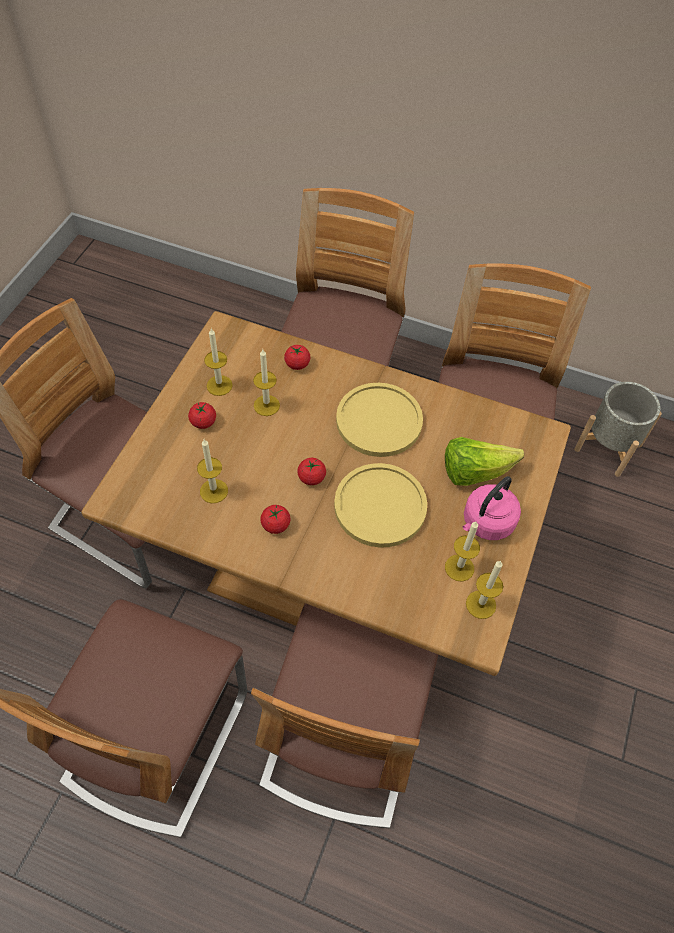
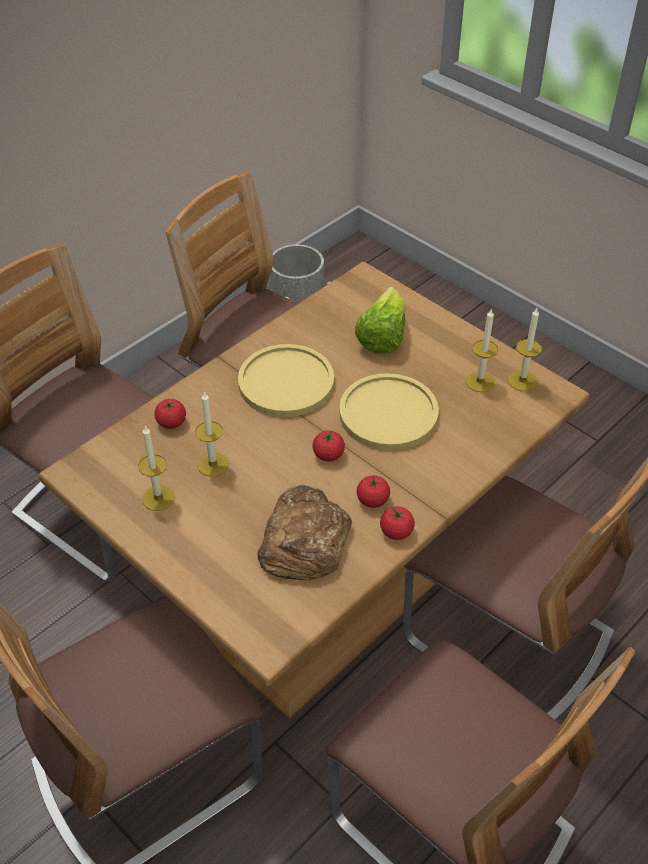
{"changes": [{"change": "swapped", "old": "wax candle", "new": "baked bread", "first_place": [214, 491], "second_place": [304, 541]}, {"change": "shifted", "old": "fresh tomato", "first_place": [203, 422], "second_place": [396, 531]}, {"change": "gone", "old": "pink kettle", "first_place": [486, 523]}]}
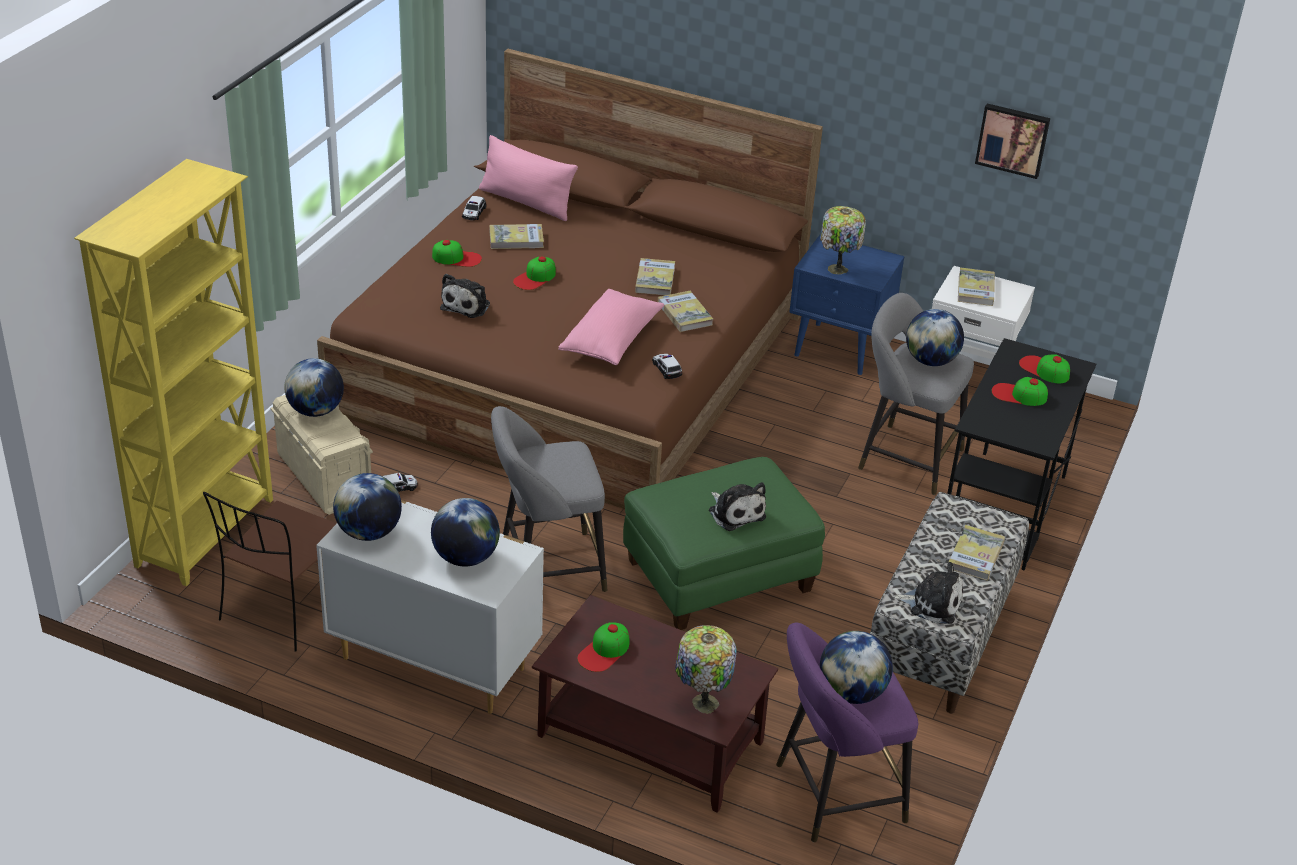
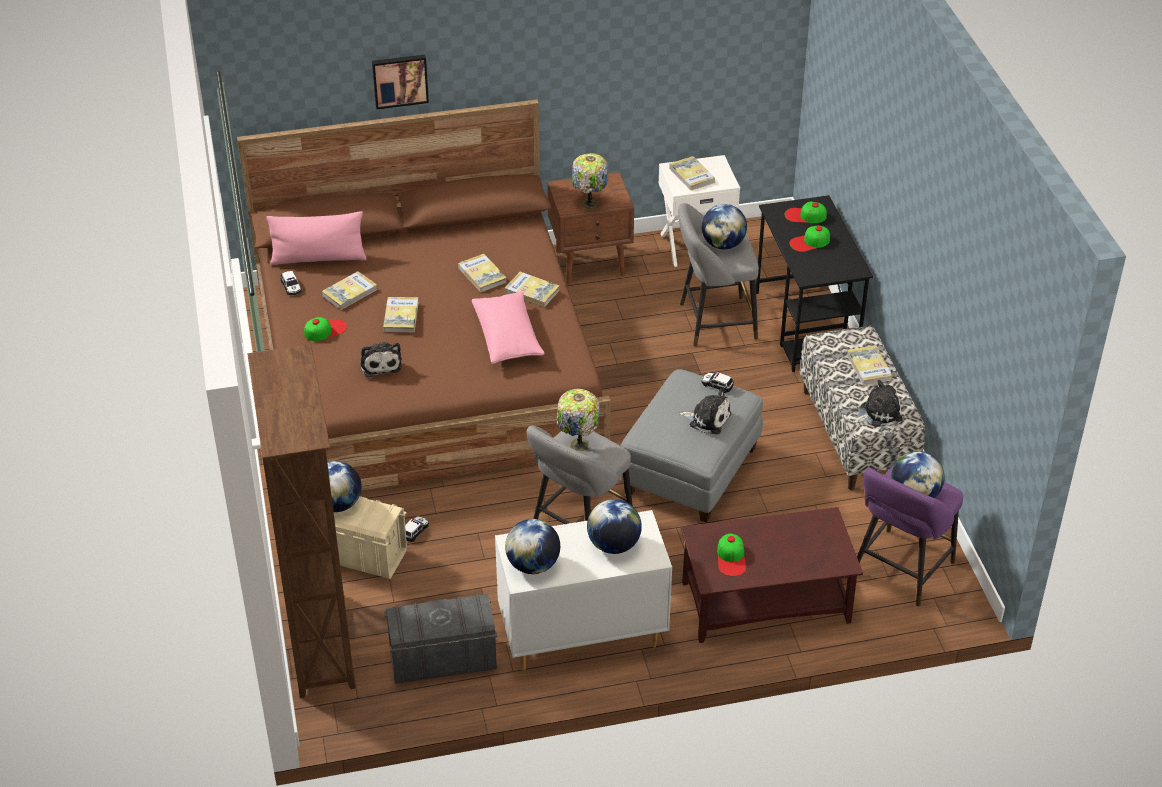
{"changes": [{"change": "repainted", "old": "yellow-coloured bookcase", "new": "brownish bookcase", "first_place": [207, 532], "second_place": [321, 642]}, {"change": "shifted", "old": "picture", "first_place": [1013, 139], "second_place": [400, 80]}, {"change": "swapped", "old": "peaked cap", "new": "volume", "first_place": [535, 278], "second_place": [401, 317]}, {"change": "swapped", "old": "brownish plain chair", "new": "greyish storage box", "first_place": [286, 607], "second_place": [442, 660]}, {"change": "repainted", "old": "blue-coloured night table", "new": "brownish night table", "first_place": [839, 349], "second_place": [591, 263]}, {"change": "shifted", "old": "table lamp", "first_place": [702, 703], "second_place": [578, 445]}, {"change": "repainted", "old": "green-coloured pouffe", "new": "greyish pouffe", "first_place": [717, 577], "second_place": [690, 472]}, {"change": "shifted", "old": "toy car", "first_place": [666, 369], "second_place": [717, 384]}]}
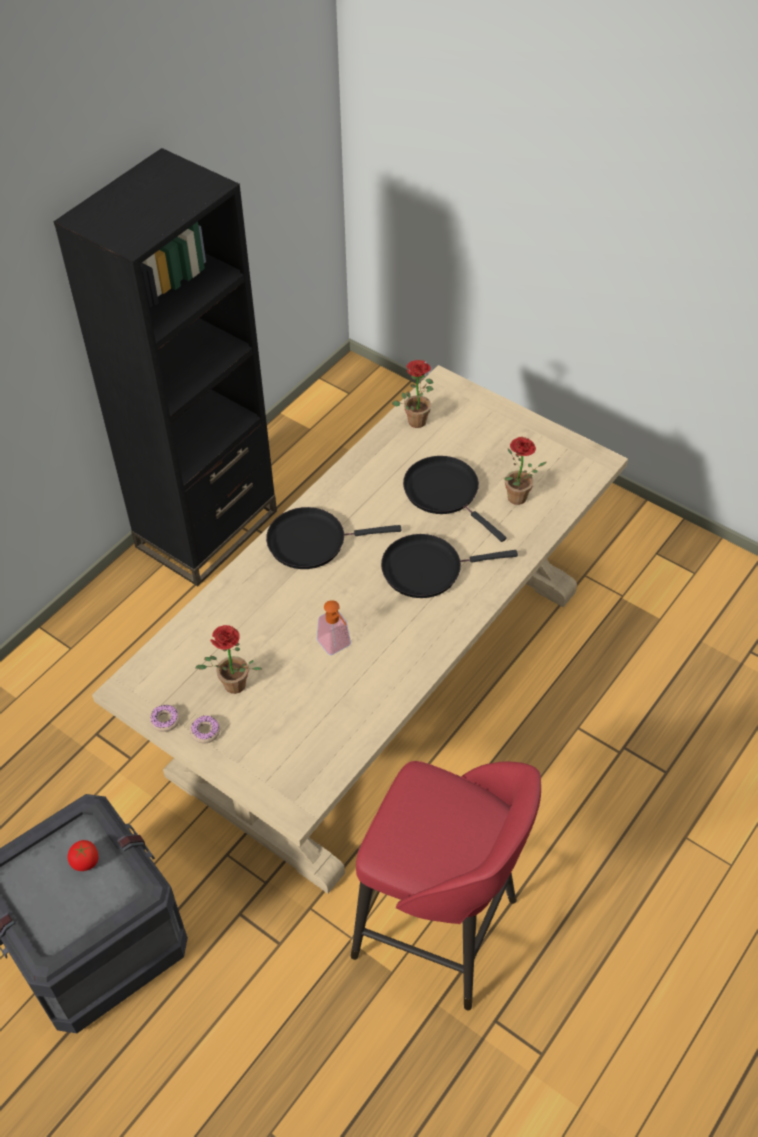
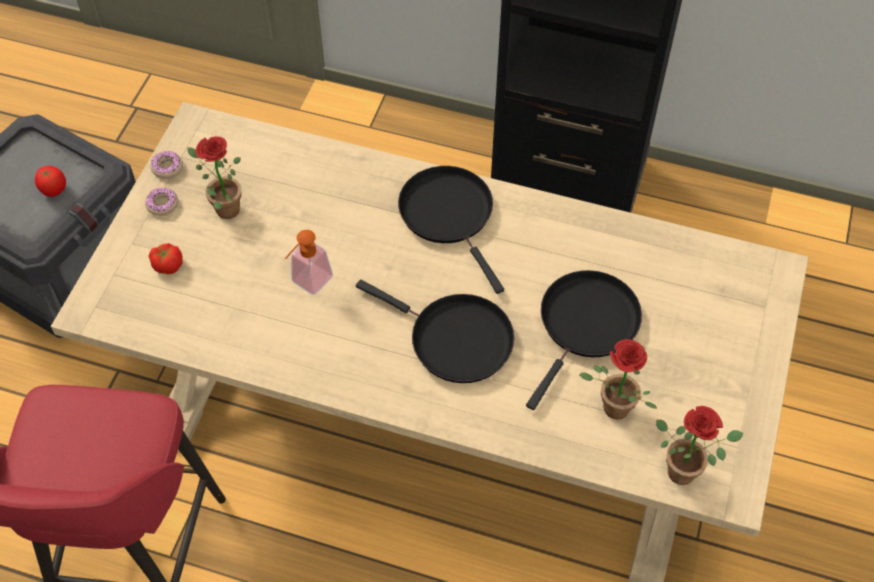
{"changes": [{"change": "new", "new": "fresh tomato", "second_place": [168, 264]}, {"change": "rotated", "old": "blackish pan", "first_place": [427, 569], "second_place": [455, 339], "degrees": 150}, {"change": "shifted", "old": "potted plant", "first_place": [416, 418], "second_place": [686, 469]}]}
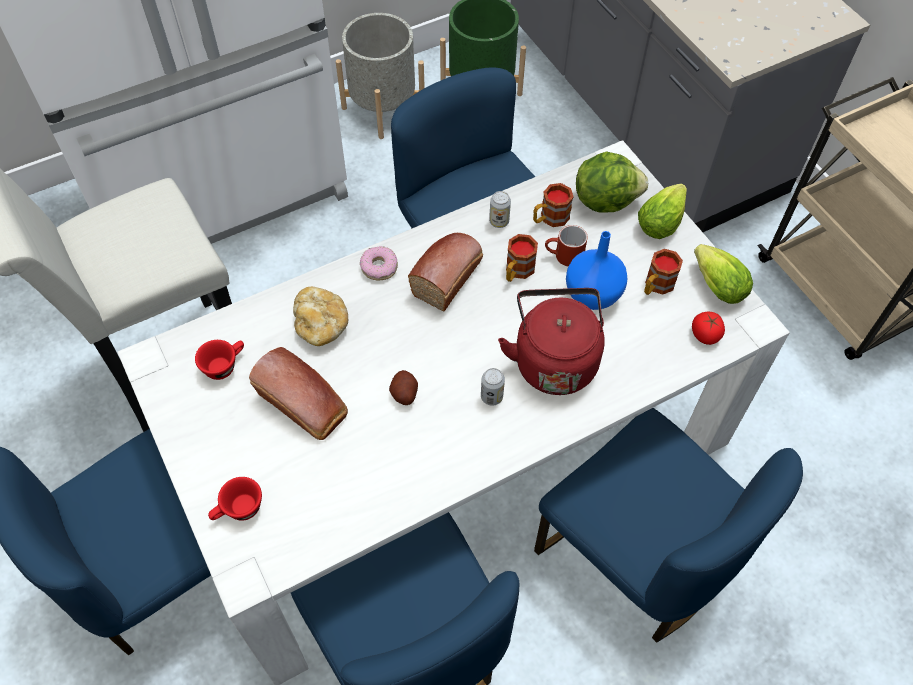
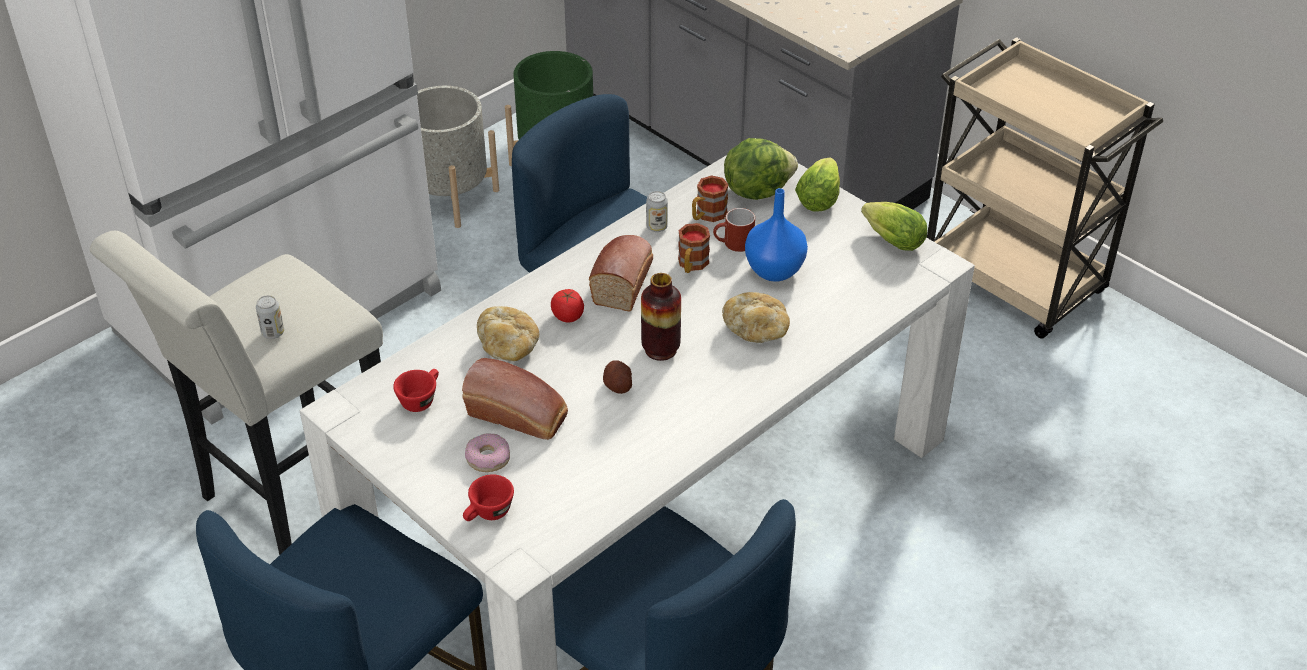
{"changes": [{"change": "shifted", "old": "metal can", "first_place": [491, 397], "second_place": [273, 333]}, {"change": "shifted", "old": "donut", "first_place": [379, 267], "second_place": [488, 458]}, {"change": "shifted", "old": "fresh tomato", "first_place": [705, 335], "second_place": [568, 316]}, {"change": "new", "new": "vase", "second_place": [660, 349]}, {"change": "swapped", "old": "reddish kettle", "new": "baked bread", "first_place": [554, 359], "second_place": [756, 329]}, {"change": "gone", "old": "blue-coloured plain chair", "first_place": [635, 557]}, {"change": "gone", "old": "tea mug", "first_place": [656, 286]}]}
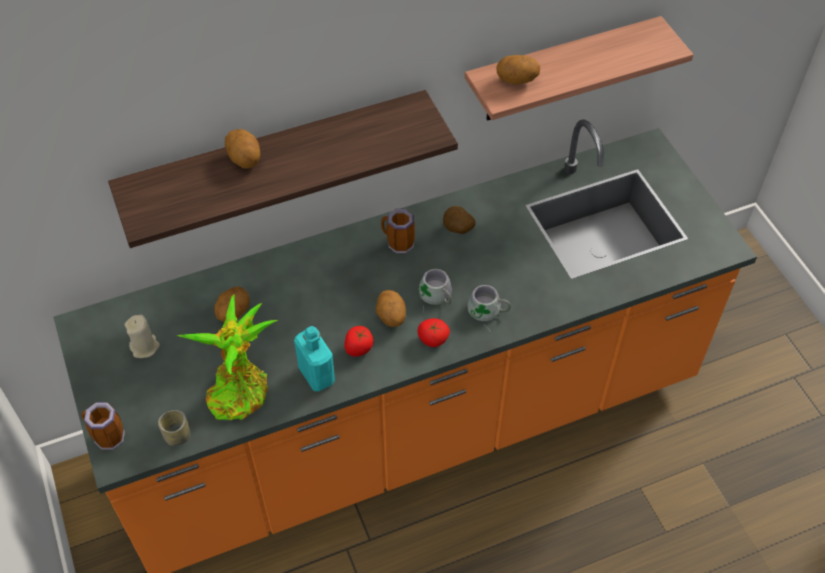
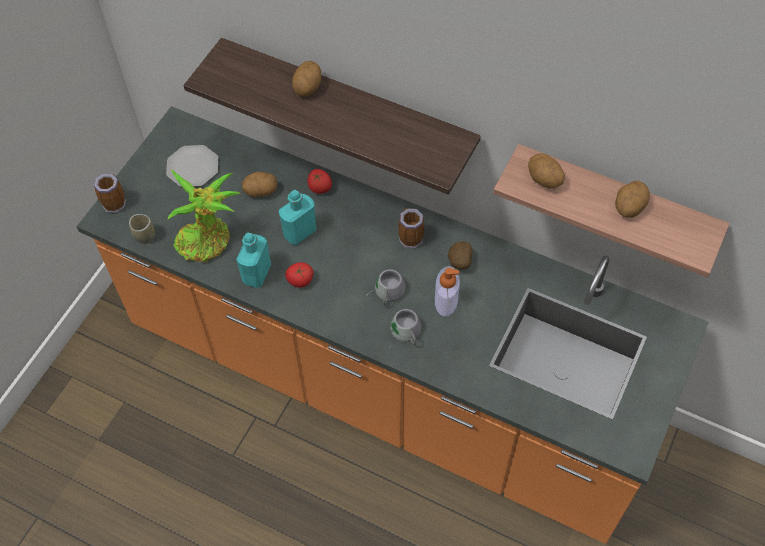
{"changes": [{"change": "swapped", "old": "beige wax candle", "new": "plate", "first_place": [145, 347], "second_place": [192, 168]}, {"change": "new", "new": "turquoise beverage bottle", "second_place": [300, 232]}, {"change": "shifted", "old": "fresh tomato", "first_place": [432, 339], "second_place": [319, 187]}, {"change": "new", "new": "soap bottle", "second_place": [446, 300]}, {"change": "shifted", "old": "whole potato", "first_place": [390, 317], "second_place": [628, 207]}]}
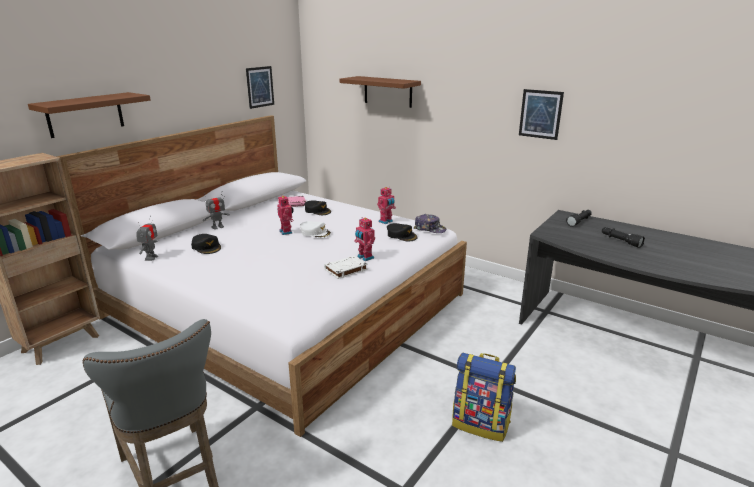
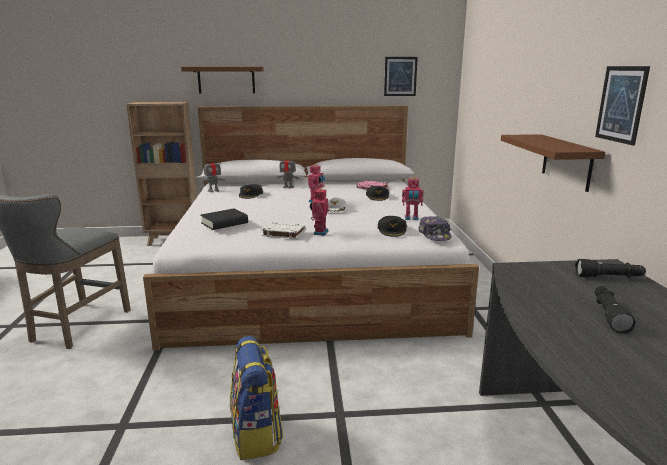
{"changes": [{"change": "new", "new": "blackish volume", "second_place": [224, 223]}, {"change": "shifted", "old": "brownish wall shelf", "first_place": [388, 91], "second_place": [566, 162]}]}
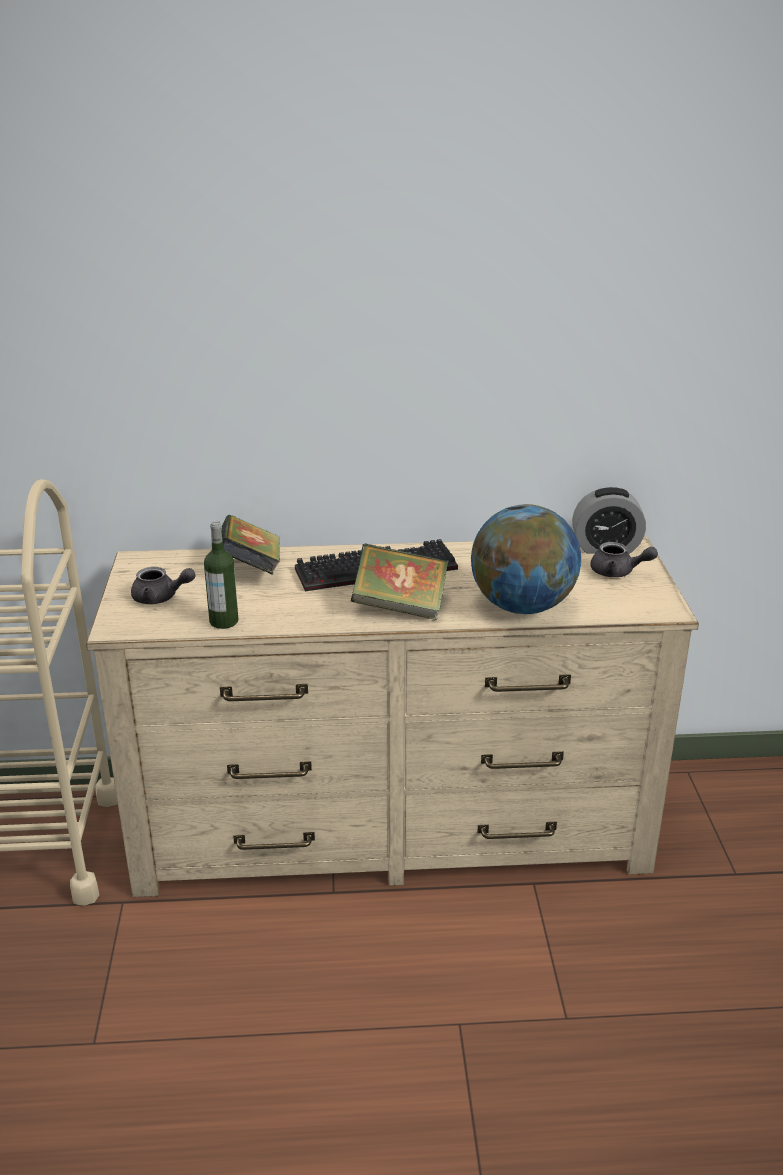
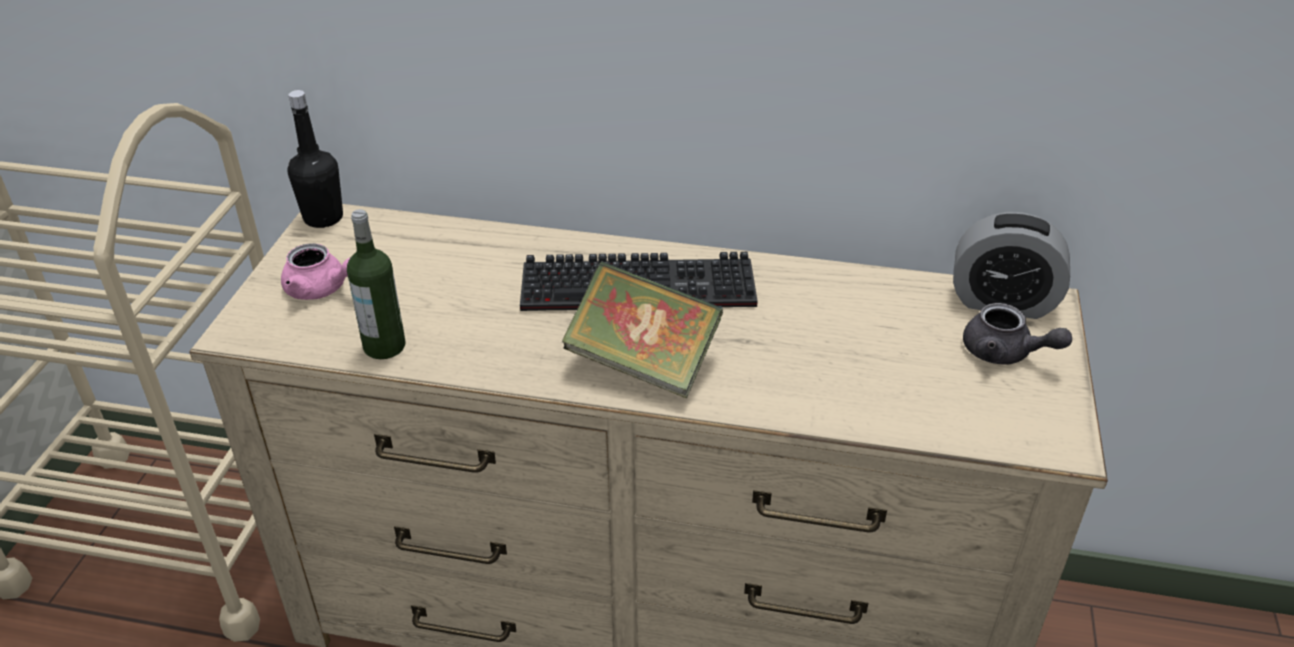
{"changes": [{"change": "repainted", "old": "greyish teapot", "new": "pink teapot", "first_place": [161, 598], "second_place": [322, 289]}, {"change": "new", "new": "blackish beverage bottle", "second_place": [323, 218]}, {"change": "gone", "old": "volume", "first_place": [252, 568]}, {"change": "gone", "old": "desk globe", "first_place": [522, 606]}]}
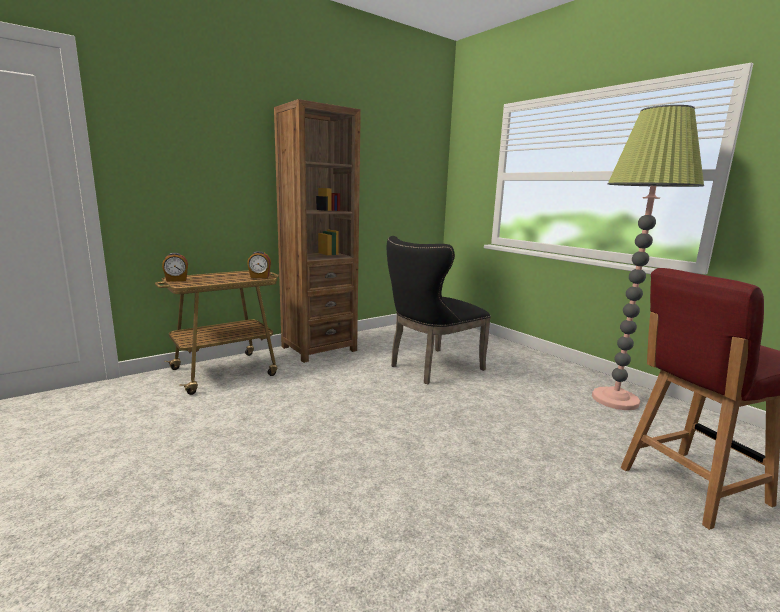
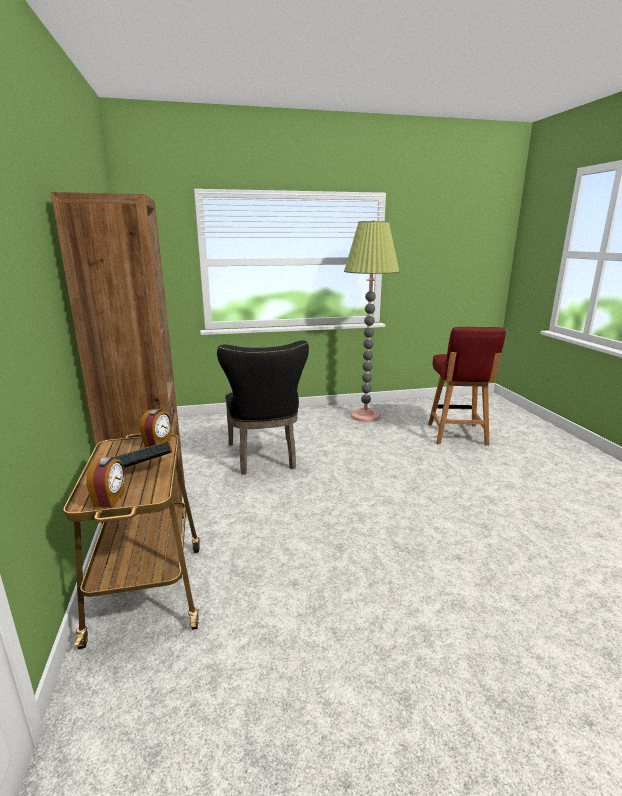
{"changes": [{"change": "new", "new": "volume", "second_place": [145, 471]}]}
